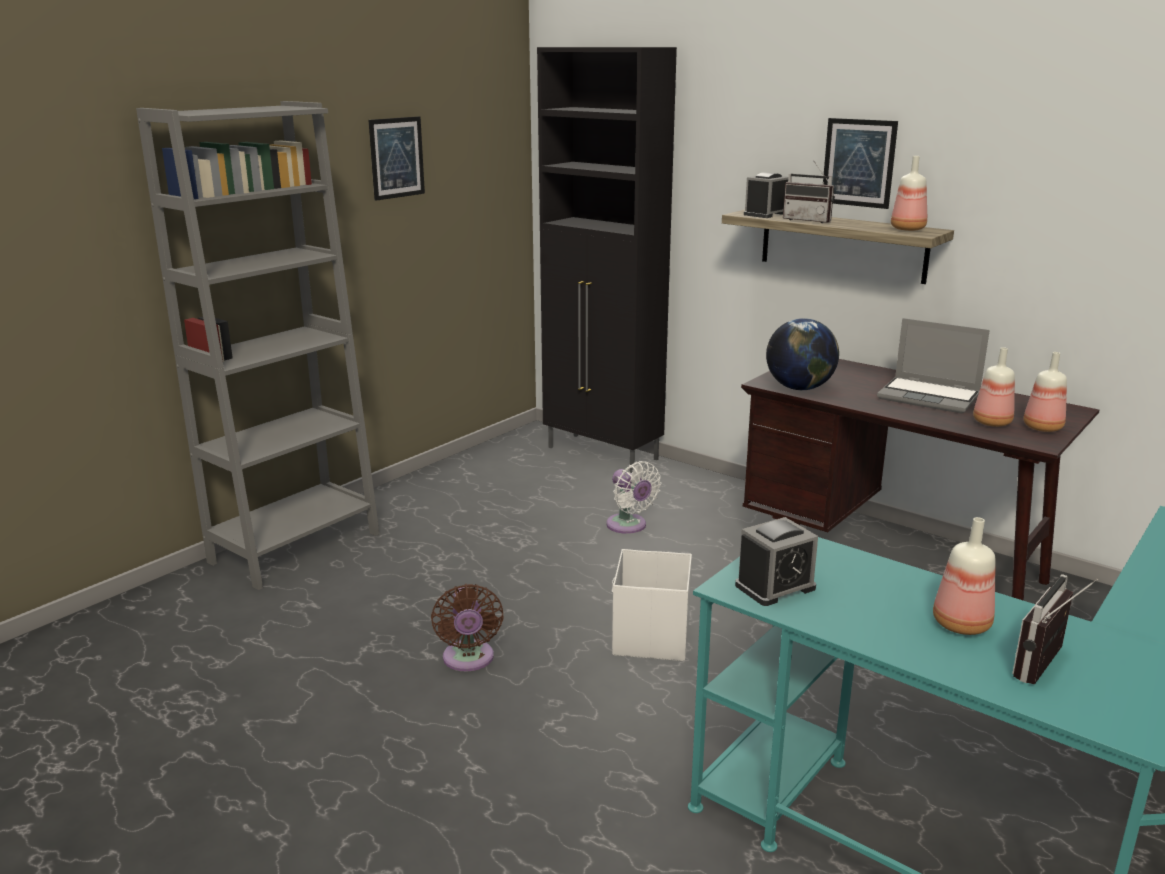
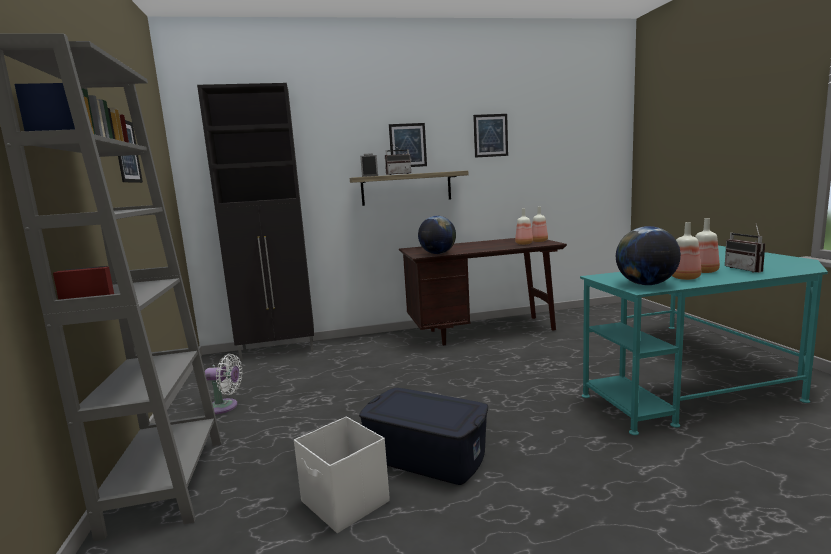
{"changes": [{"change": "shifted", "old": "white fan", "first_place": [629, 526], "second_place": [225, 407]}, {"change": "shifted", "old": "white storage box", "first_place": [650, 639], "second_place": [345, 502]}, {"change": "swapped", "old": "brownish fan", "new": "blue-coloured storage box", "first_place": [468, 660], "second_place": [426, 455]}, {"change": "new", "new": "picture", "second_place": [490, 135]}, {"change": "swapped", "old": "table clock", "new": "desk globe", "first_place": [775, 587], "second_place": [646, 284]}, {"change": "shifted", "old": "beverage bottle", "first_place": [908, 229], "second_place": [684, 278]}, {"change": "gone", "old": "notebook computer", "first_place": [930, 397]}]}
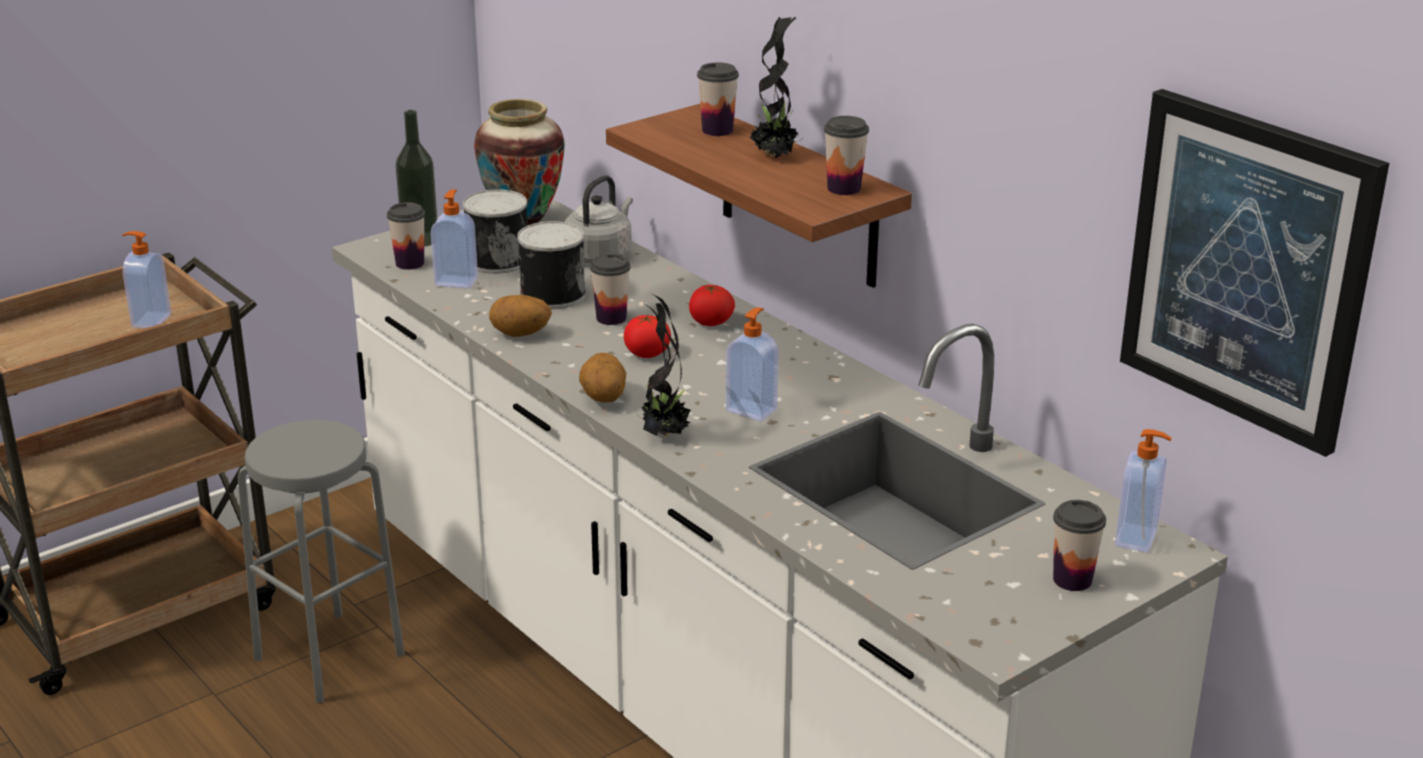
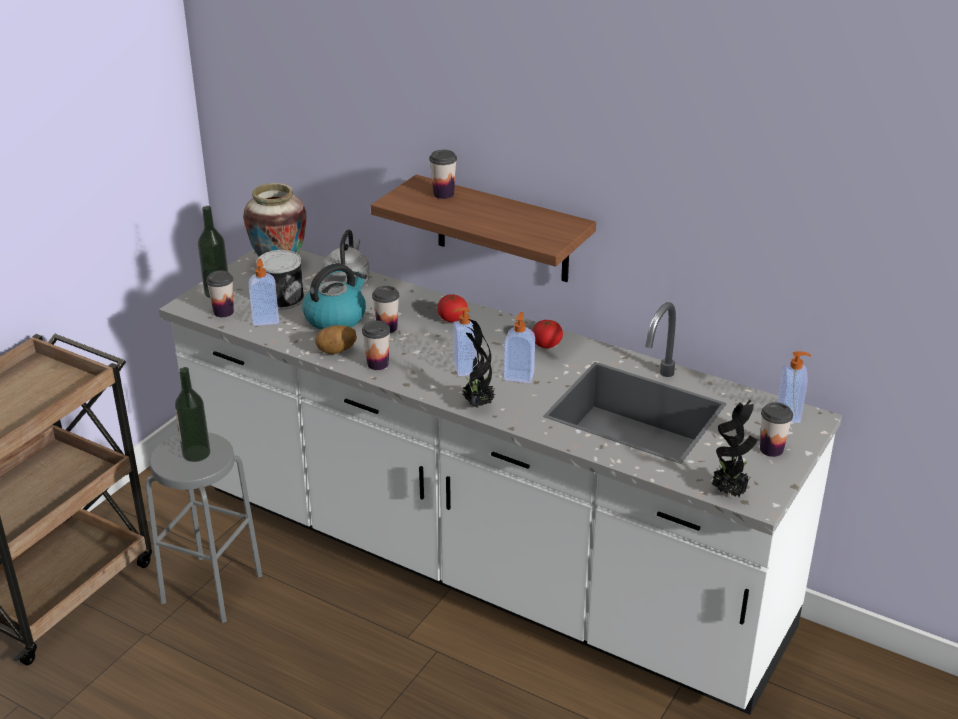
{"changes": [{"change": "new", "new": "beverage bottle", "second_place": [196, 453]}, {"change": "swapped", "old": "metal can", "new": "kettle", "first_place": [551, 294], "second_place": [336, 318]}, {"change": "shifted", "old": "drinking cup", "first_place": [844, 188], "second_place": [378, 364]}, {"change": "shifted", "old": "soap bottle", "first_place": [150, 320], "second_place": [463, 368]}, {"change": "shifted", "old": "fresh tomato", "first_place": [647, 353], "second_place": [546, 344]}, {"change": "shifted", "old": "potted plant", "first_place": [775, 156], "second_place": [730, 493]}, {"change": "gone", "old": "whole potato", "first_place": [603, 398]}, {"change": "gone", "old": "picture", "first_place": [1247, 268]}]}
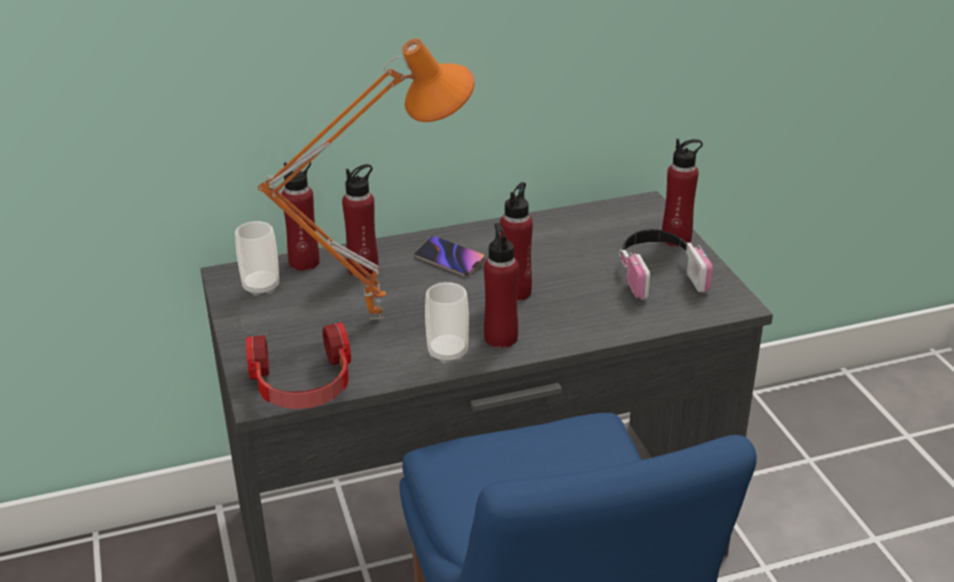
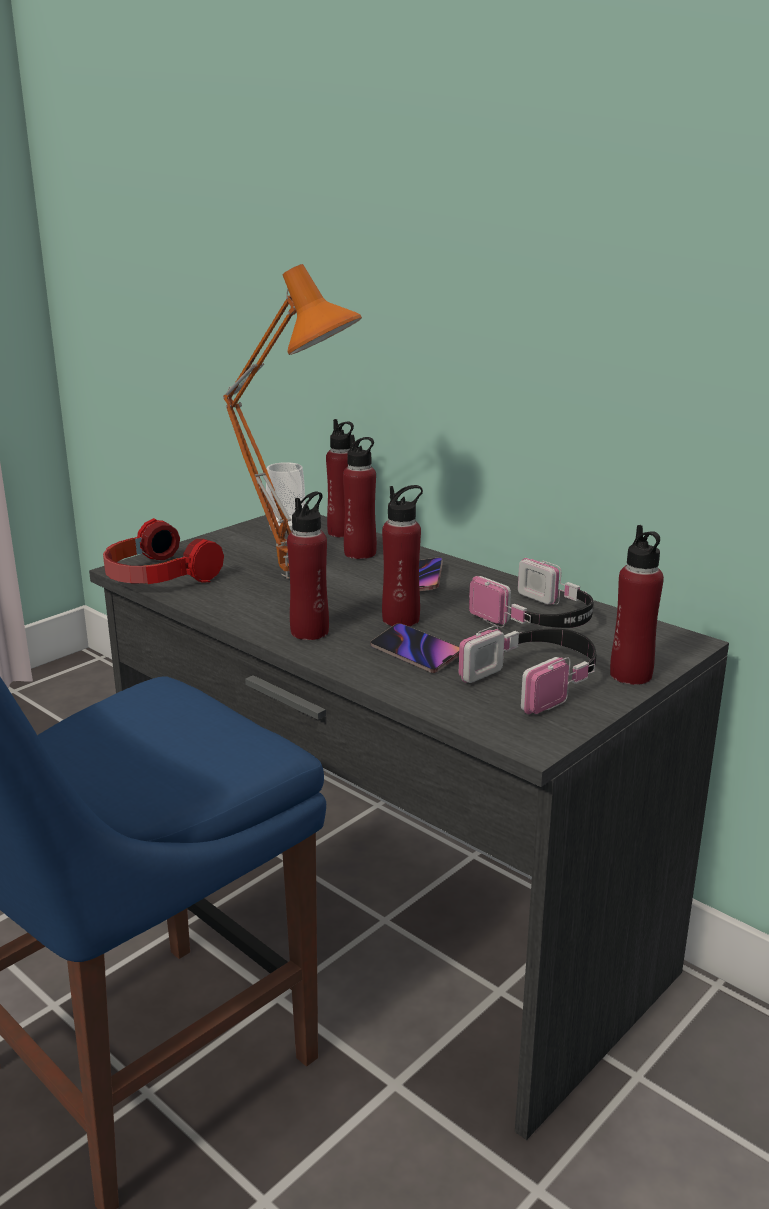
{"changes": [{"change": "new", "new": "phone", "second_place": [415, 653]}, {"change": "new", "new": "headphones", "second_place": [537, 619]}, {"change": "gone", "old": "drinking cup", "first_place": [448, 353]}]}
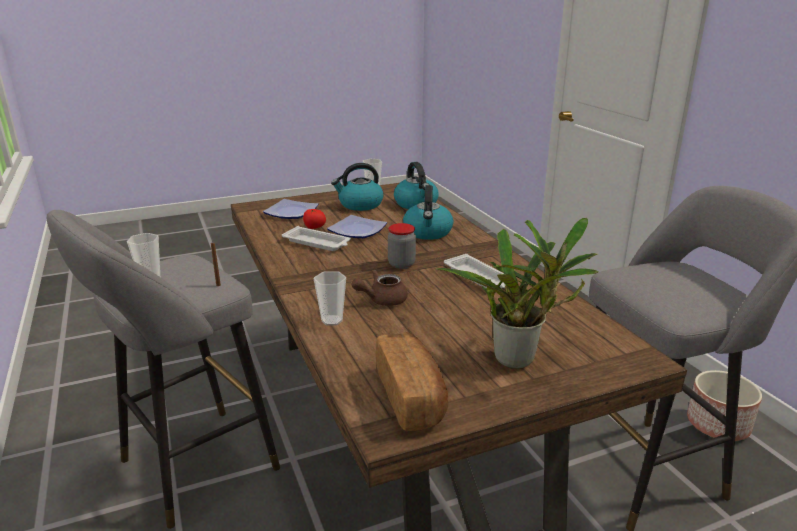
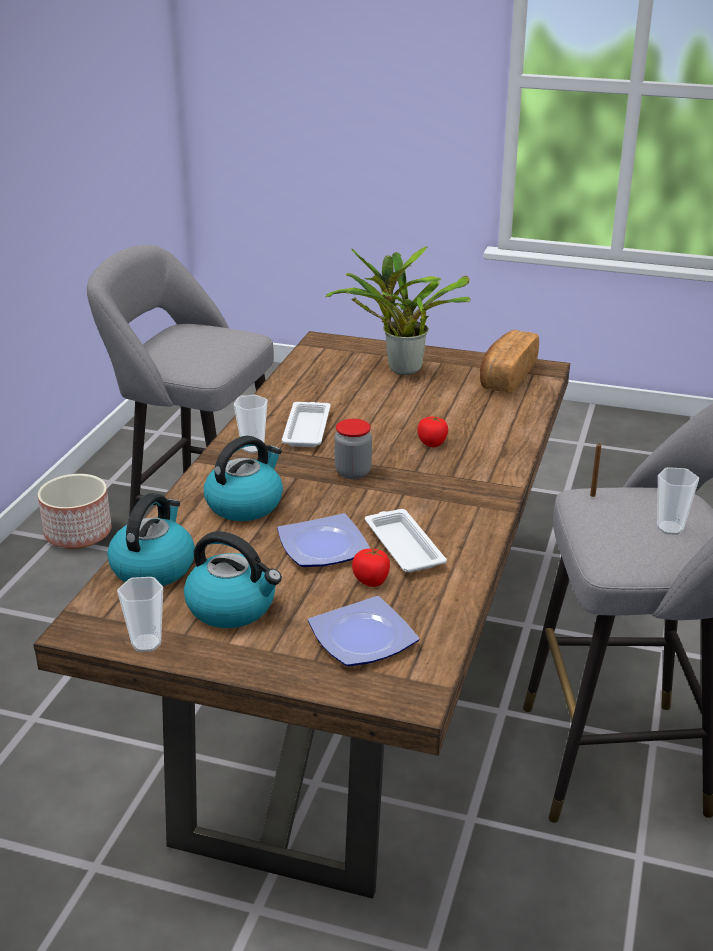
{"changes": [{"change": "shifted", "old": "drinking cup", "first_place": [332, 320], "second_place": [252, 448]}, {"change": "swapped", "old": "brownish teapot", "new": "fresh tomato", "first_place": [382, 300], "second_place": [432, 443]}]}
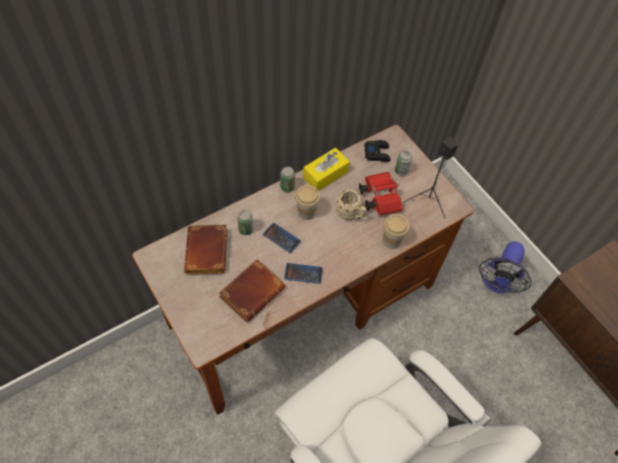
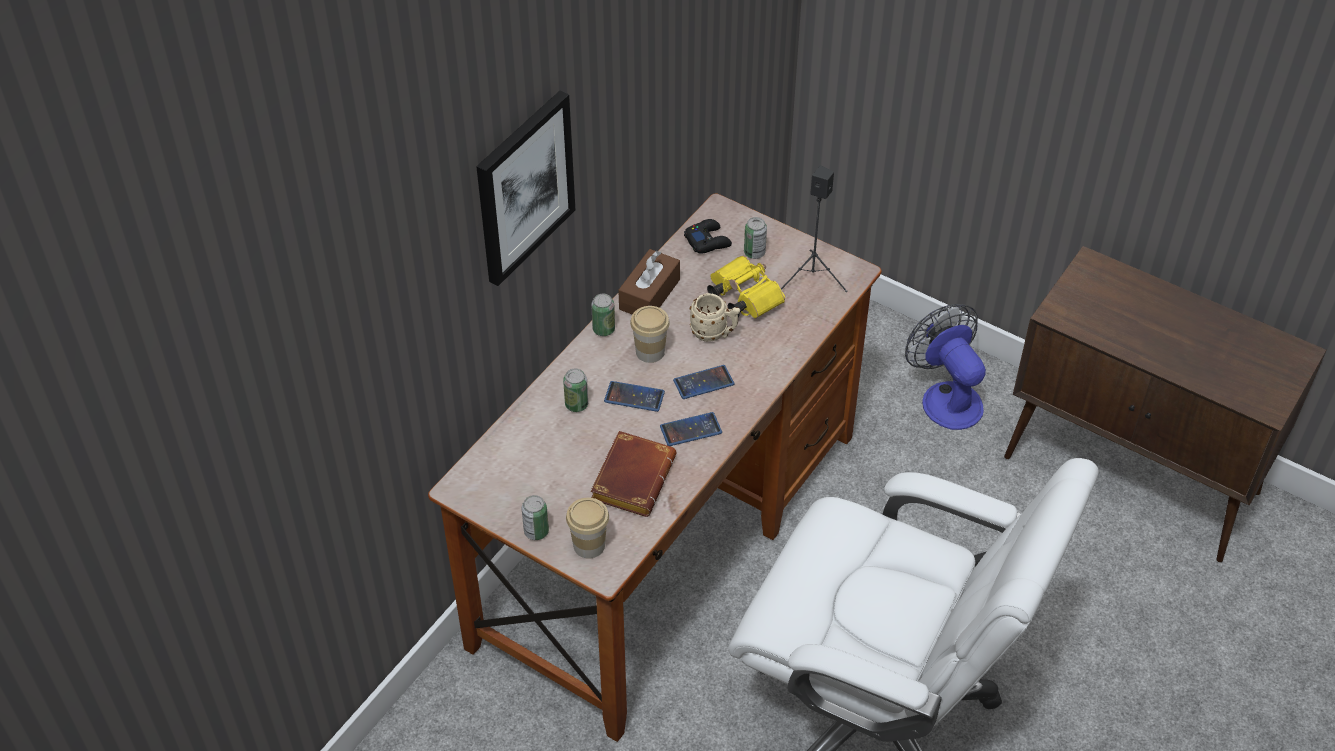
{"changes": [{"change": "new", "new": "picture", "second_place": [524, 187]}, {"change": "new", "new": "metal can", "second_place": [536, 531]}, {"change": "shifted", "old": "drinking cup", "first_place": [391, 240], "second_place": [589, 545]}, {"change": "repainted", "old": "yellow-coloured tissue box", "new": "brownish tissue box", "first_place": [325, 175], "second_place": [649, 294]}, {"change": "new", "new": "phone", "second_place": [703, 382]}, {"change": "repainted", "old": "reddish pair of binoculars", "new": "yellow-coloured pair of binoculars", "first_place": [379, 197], "second_place": [742, 297]}, {"change": "rotated", "old": "fan", "first_place": [496, 282], "second_place": [946, 397], "degrees": 150}, {"change": "gone", "old": "brownish volume", "first_place": [208, 253]}]}
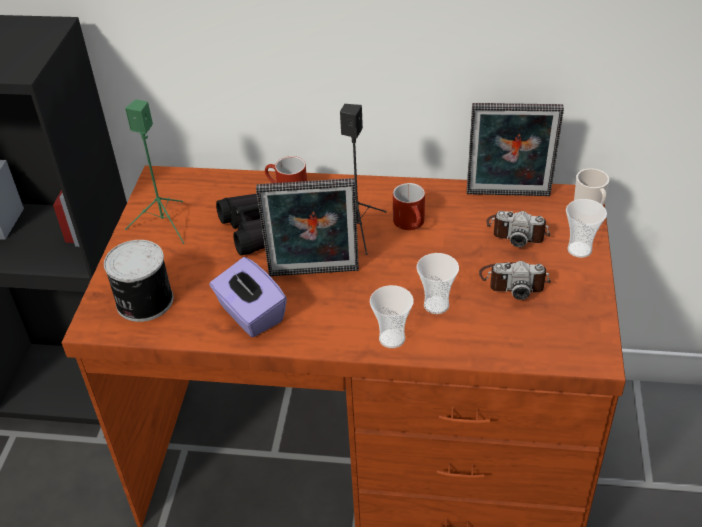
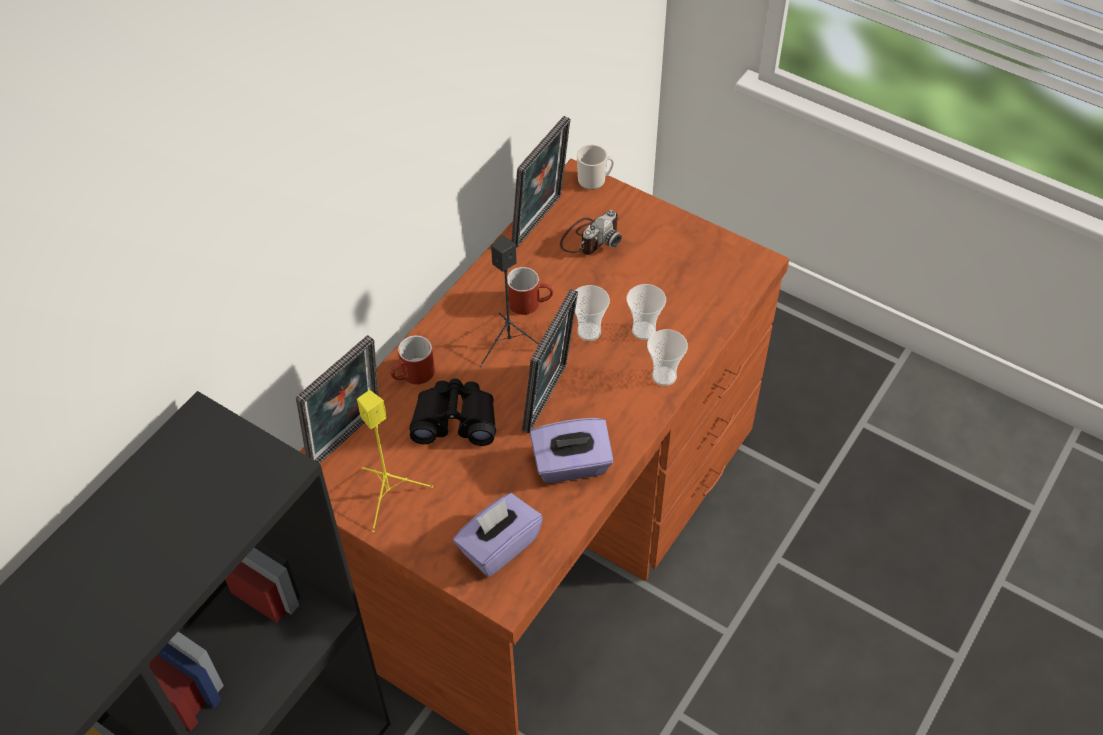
{"changes": [{"change": "new", "new": "standing frame", "second_place": [348, 440]}, {"change": "repainted", "old": "green-coloured speaker", "new": "yellow-coloured speaker", "first_place": [164, 224], "second_place": [390, 494]}, {"change": "swapped", "old": "metal can", "new": "purple tissue box", "first_place": [143, 301], "second_place": [498, 546]}, {"change": "shifted", "old": "drinking cup", "first_place": [579, 249], "second_place": [589, 331]}, {"change": "gone", "old": "still camera", "first_place": [514, 281]}]}
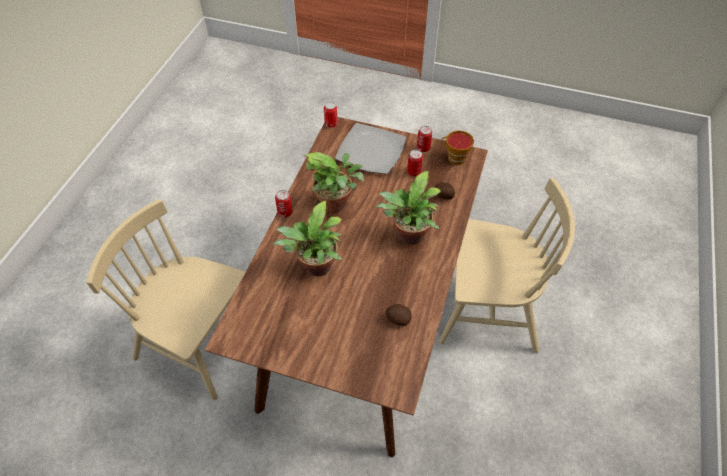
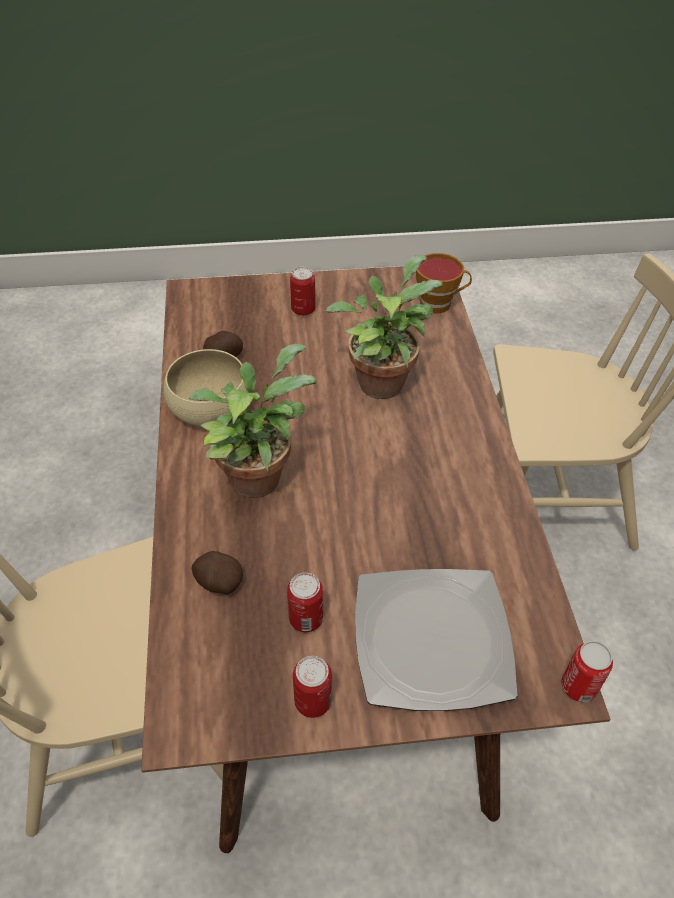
{"changes": [{"change": "new", "new": "beige bowl", "second_place": [209, 406]}, {"change": "shifted", "old": "metal can", "first_place": [285, 212], "second_place": [303, 310]}, {"change": "shifted", "old": "drinking cup", "first_place": [454, 158], "second_place": [439, 303]}, {"change": "gone", "old": "potted plant", "first_place": [337, 204]}]}
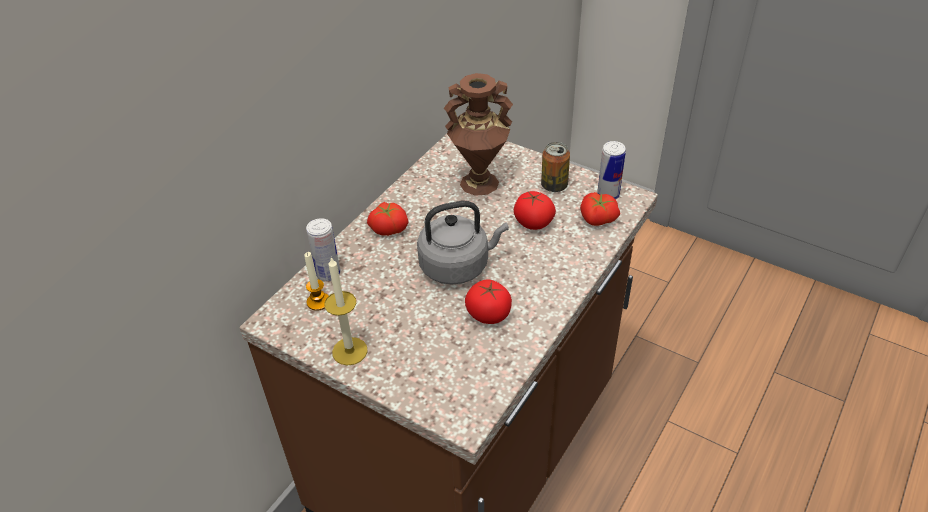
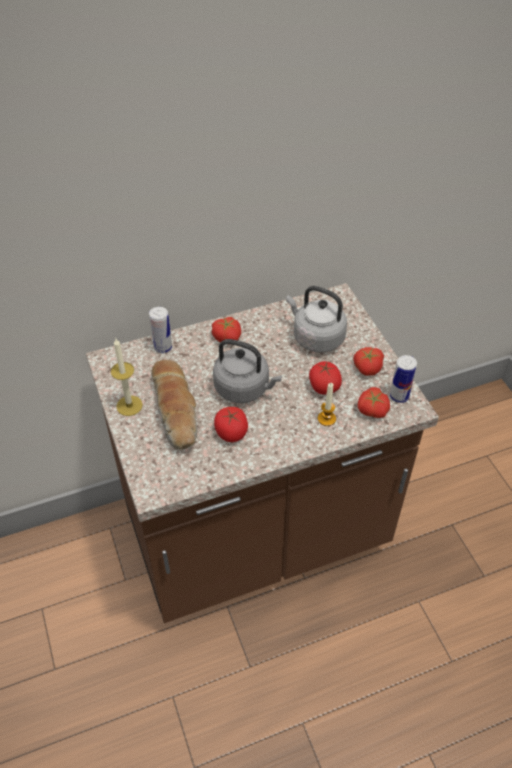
{"changes": [{"change": "new", "new": "baked bread", "second_place": [176, 411]}, {"change": "swapped", "old": "brownish vase", "new": "greyish kettle", "first_place": [479, 184], "second_place": [316, 337]}, {"change": "shifted", "old": "wax candle", "first_place": [318, 302], "second_place": [326, 419]}, {"change": "swapped", "old": "metal can", "new": "fresh tomato", "first_place": [554, 186], "second_place": [367, 367]}]}
